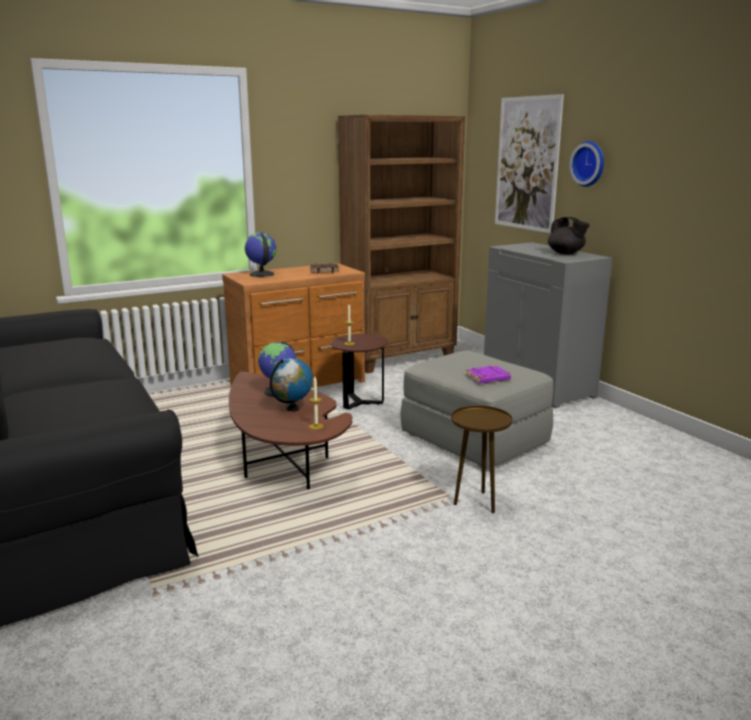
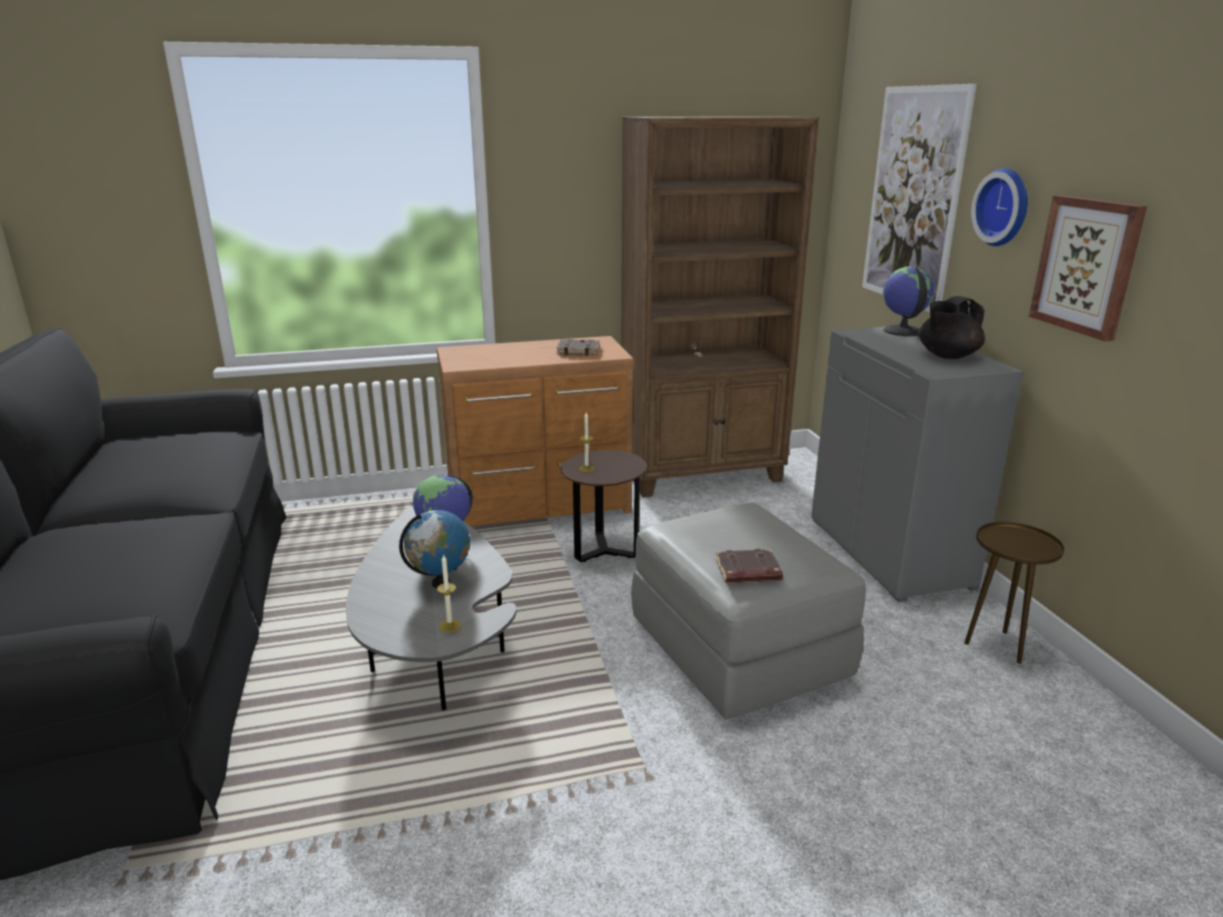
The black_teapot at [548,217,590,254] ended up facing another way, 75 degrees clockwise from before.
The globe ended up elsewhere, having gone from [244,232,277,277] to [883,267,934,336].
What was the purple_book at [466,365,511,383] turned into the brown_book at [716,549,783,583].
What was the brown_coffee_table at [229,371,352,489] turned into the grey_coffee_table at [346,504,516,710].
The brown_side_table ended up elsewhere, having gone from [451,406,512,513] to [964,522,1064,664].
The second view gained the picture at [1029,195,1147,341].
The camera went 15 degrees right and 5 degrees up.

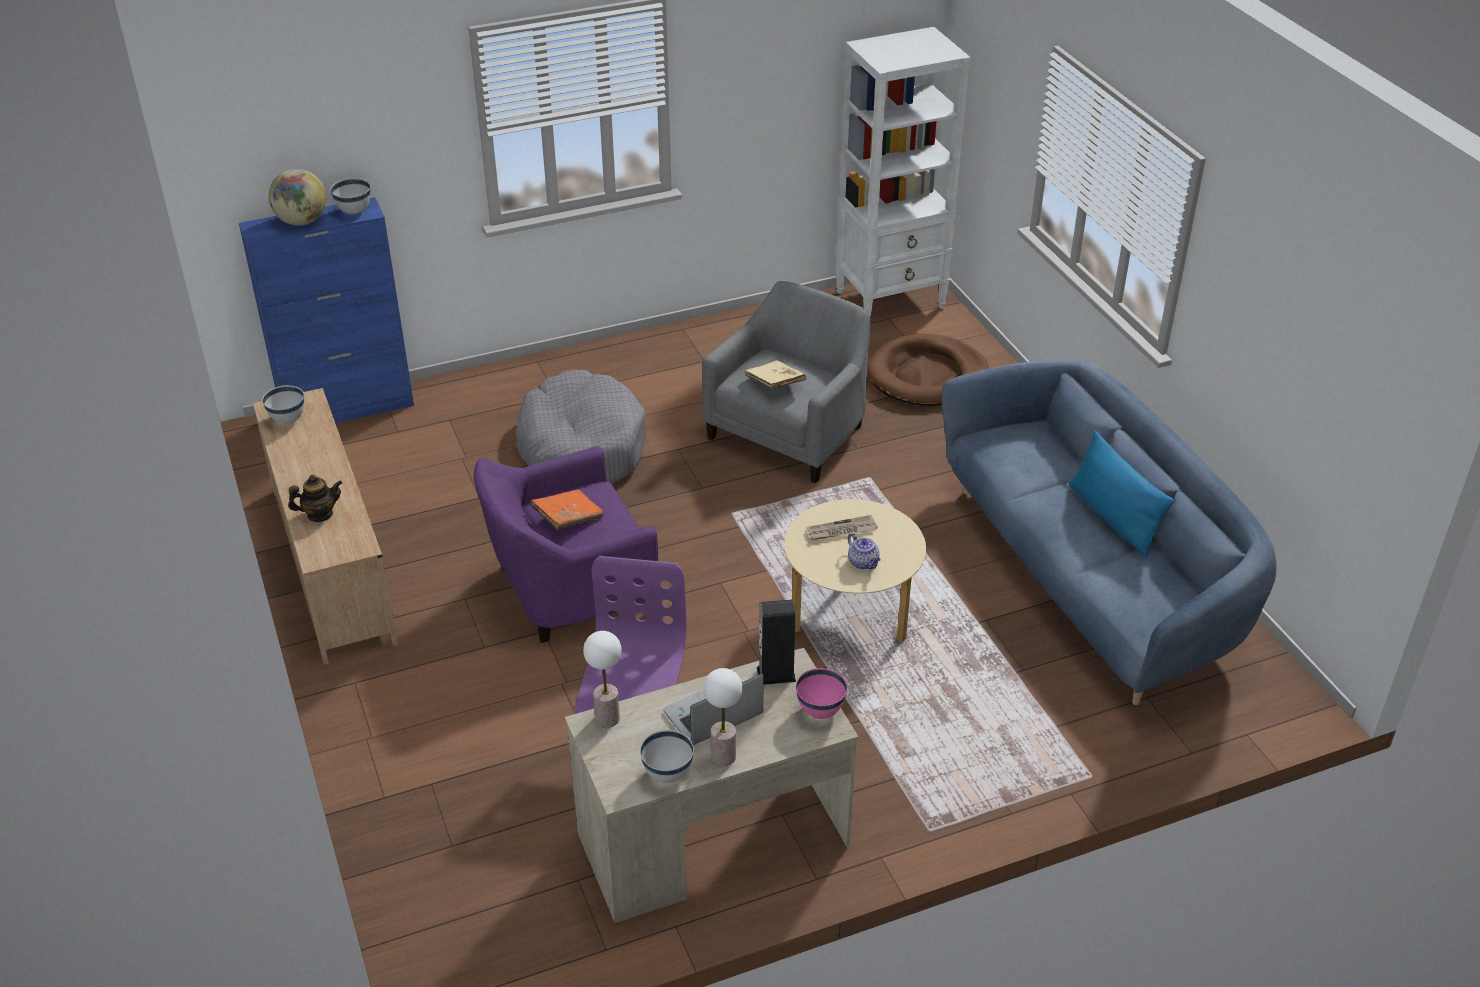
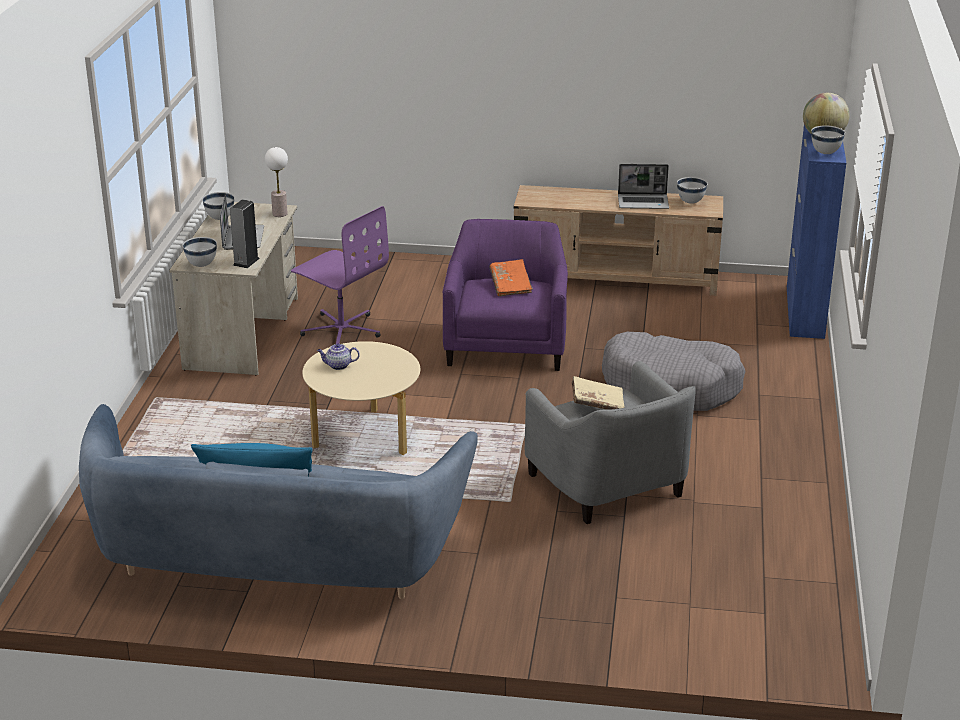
The second view lost the white_bookcase at [836,27,971,316].
The second view lost the brown_dog_bed at [867,333,989,406].
The second view lost the teapot at [288,475,342,522].
The second view lost the newspaper at [807,515,878,540].
The second view lost the table_lamp at [703,668,742,766].
What was the pink_bowl at [796,668,847,719] turned into the white_bowl at [183,237,217,267].
The second view gained the laptop at [618,164,669,209].
The camera went 120 degrees right and 10 degrees down.

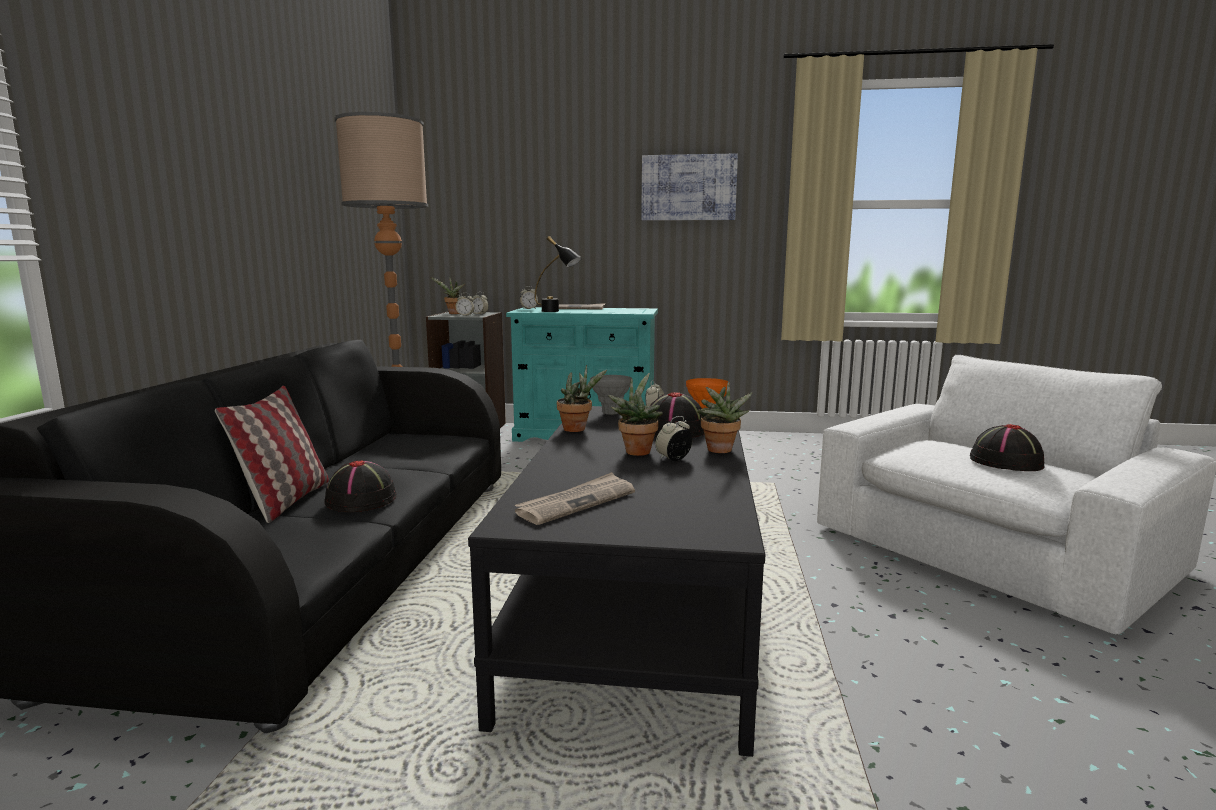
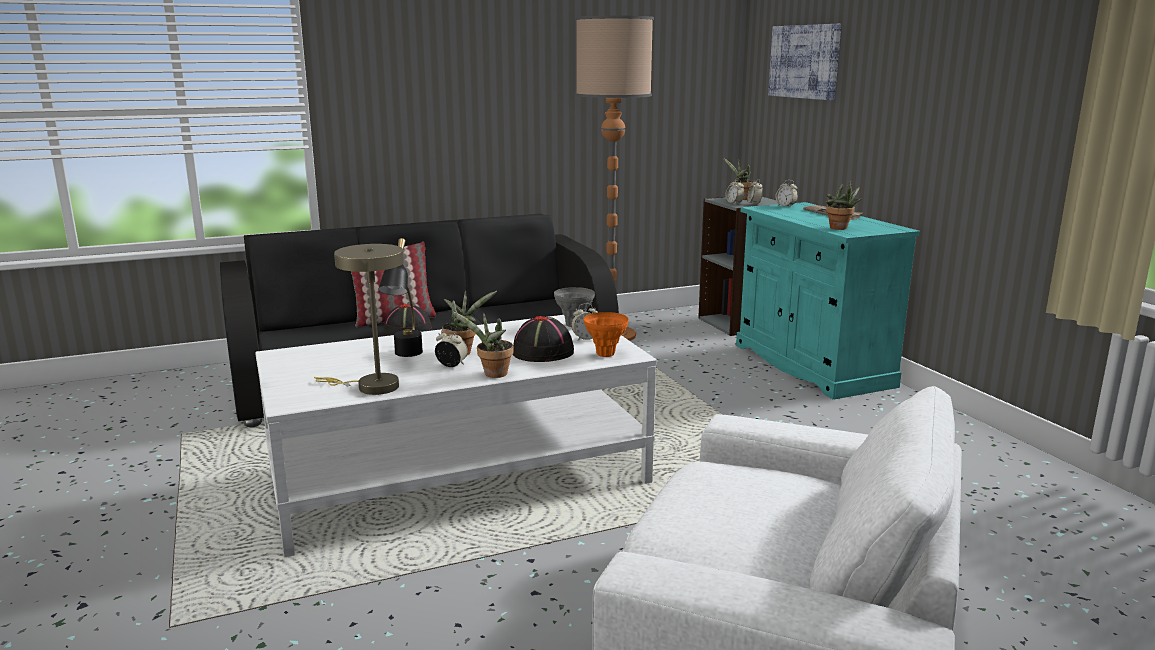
The picture ended up elsewhere, having gone from [641,153,738,221] to [768,24,841,100].
The black_table_lamp ended up elsewhere, having gone from [535,236,582,312] to [378,238,423,357].
The potted_plant ended up elsewhere, having gone from [557,365,607,432] to [826,179,861,230].
What was the black_coffee_table at [468,406,765,757] turned into the white_coffee_table at [255,315,657,557].
The second view lost the black_hat at [970,424,1044,471].
The second view lost the newspaper at [515,472,635,525].
The second view gained the beige_table_lamp at [314,244,404,395].
The camera went 60 degrees right and 5 degrees up.

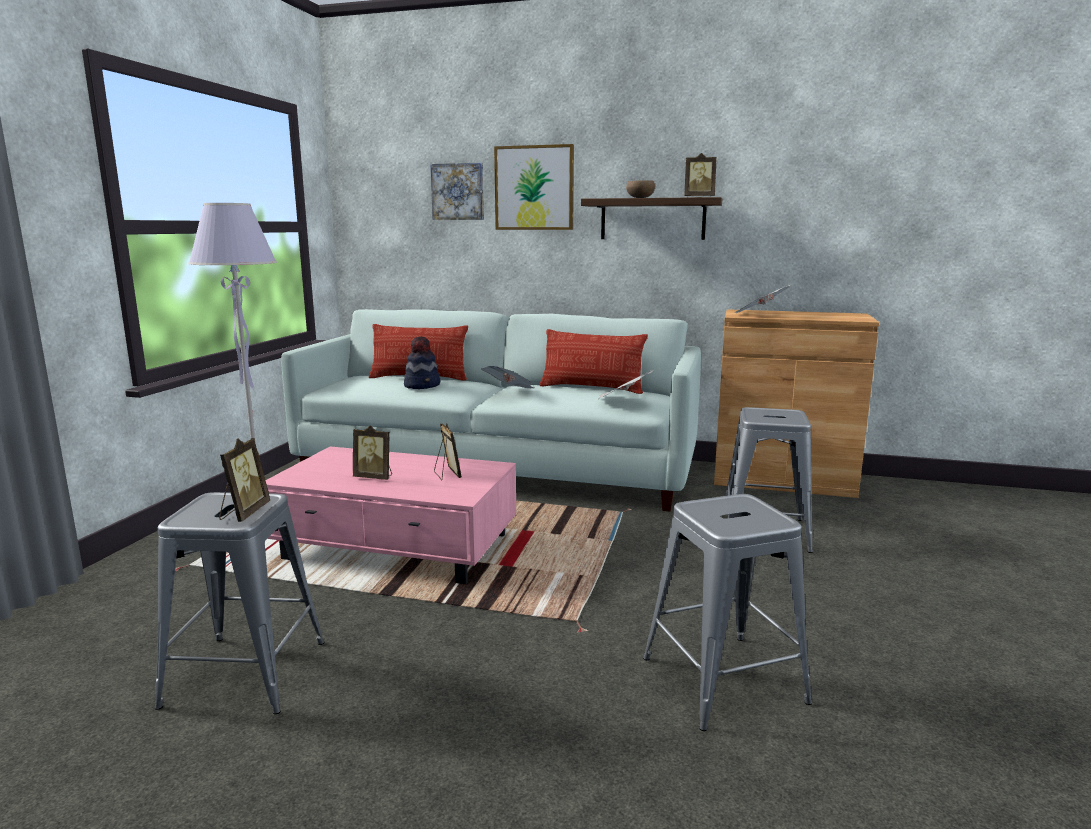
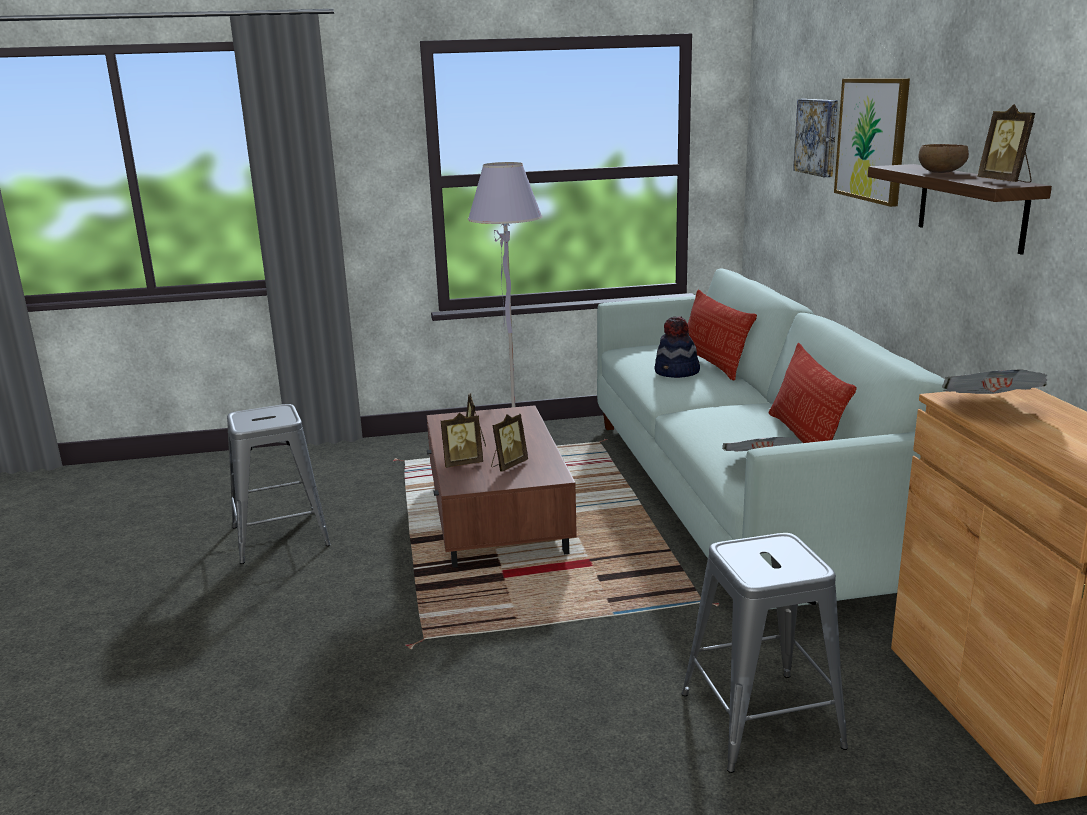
The second view lost the newspaper at [481,366,534,388].
The picture_frame ended up elsewhere, having gone from [219,438,270,522] to [441,413,483,468].
What was the pink_coffee_table at [265,446,516,584] turned into the brown_coffee_table at [427,405,577,567].
The second view lost the grey_stool at [643,494,812,731].
The camera went 65 degrees right and 5 degrees up.

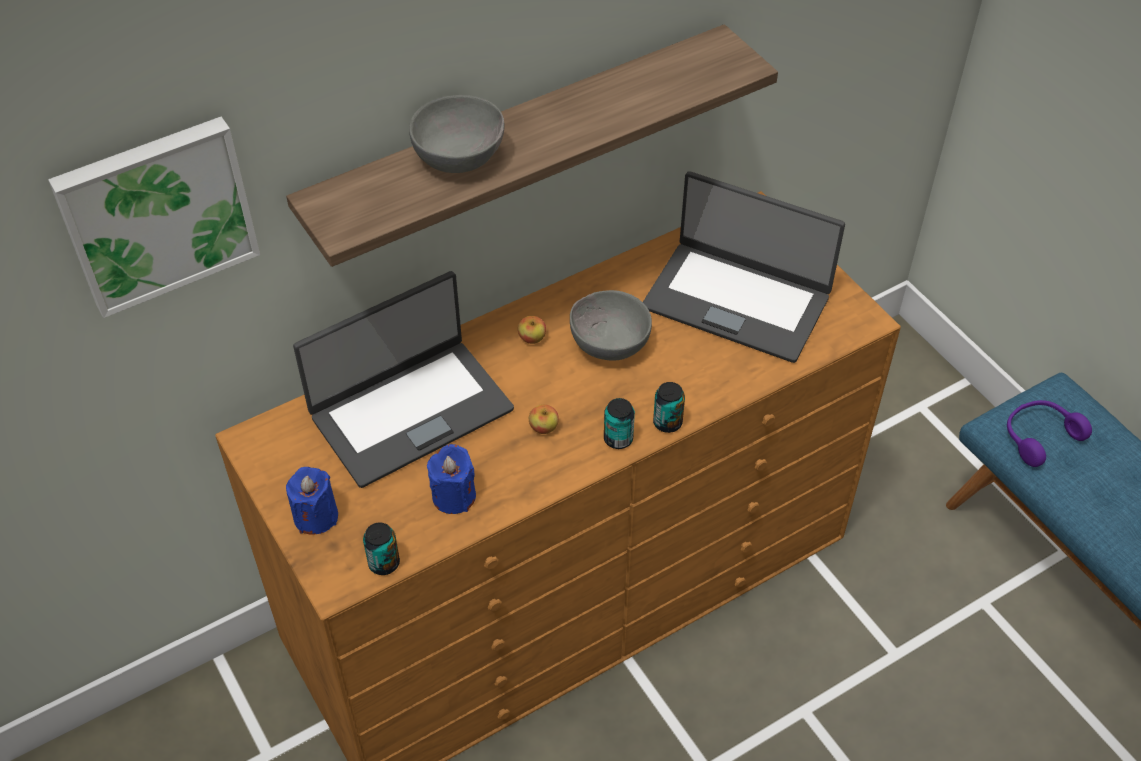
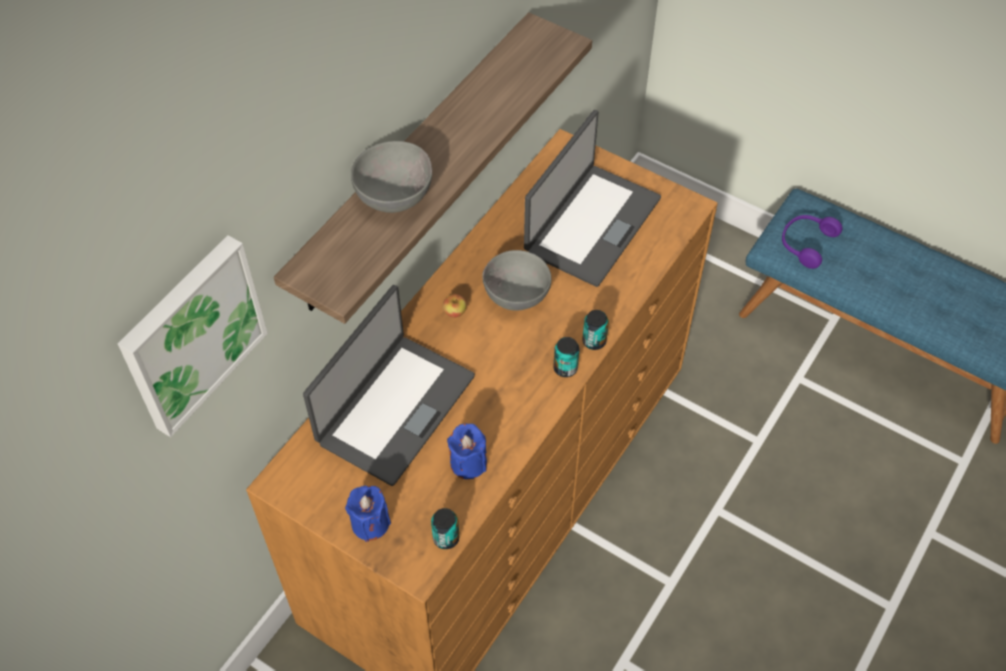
The laptop at [643,171,845,363] ended up facing another way, 60 degrees counterclockwise from before.
The second view lost the apple at [529,404,559,434].
The camera went 25 degrees left and 5 degrees up.

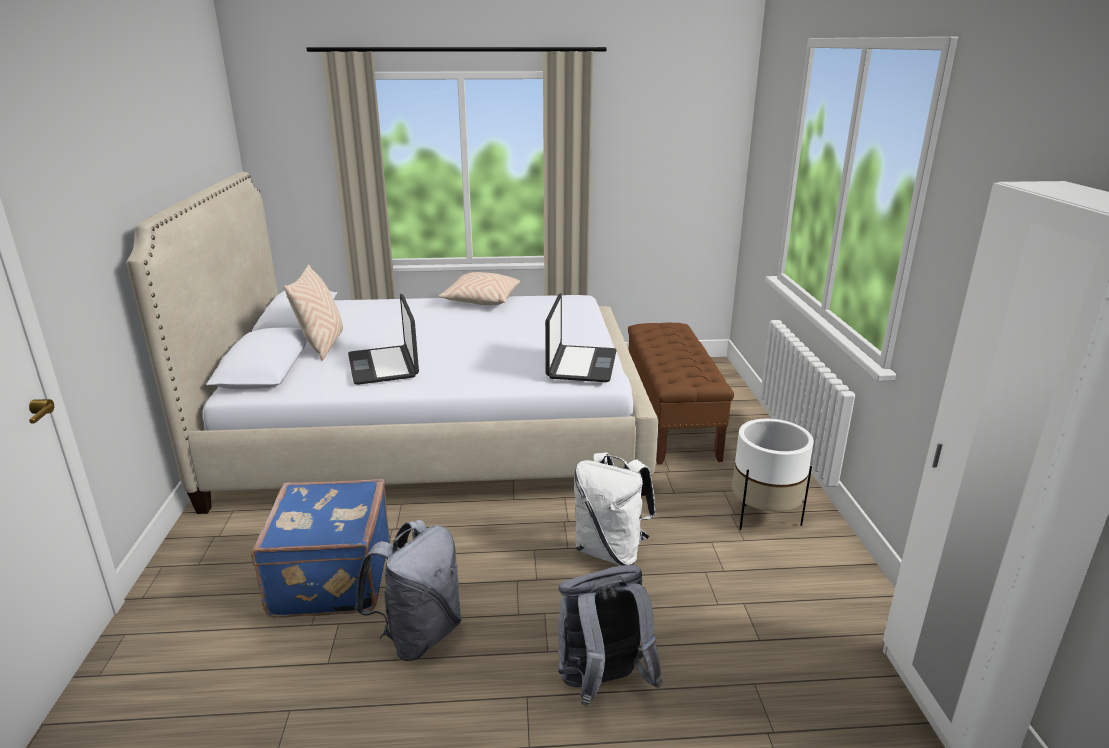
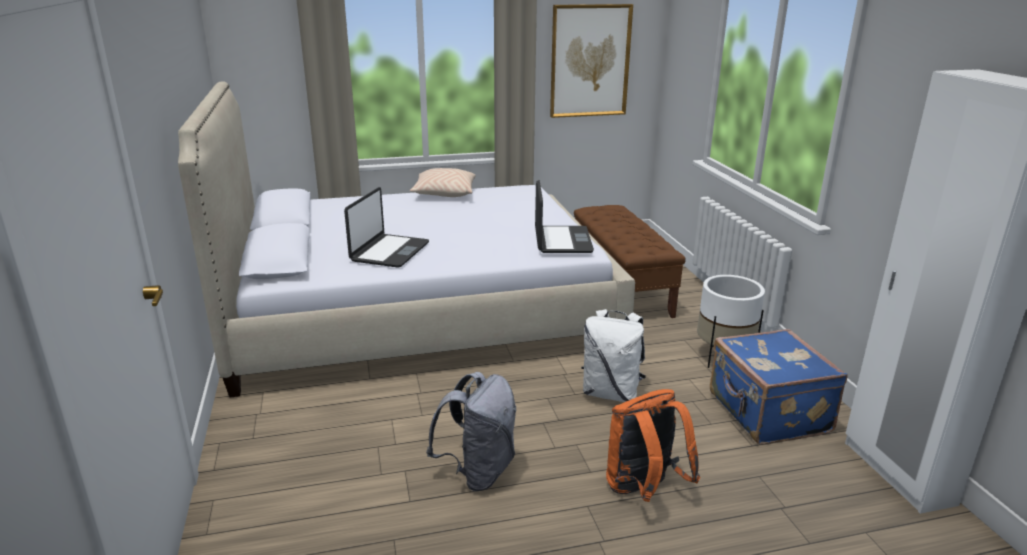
The second view lost the beige_pillow at [284,264,343,361].
The laptop at [348,294,419,385] ended up facing another way, 135 degrees counterclockwise from before.
The blue_suitcase ended up elsewhere, having gone from [251,479,390,618] to [710,329,848,445].
What was the grey_backpack at [558,565,663,707] turned into the orange_backpack at [606,389,700,502].
The second view gained the picture at [550,4,633,118].
The camera went 10 degrees left and 0 degrees up.

